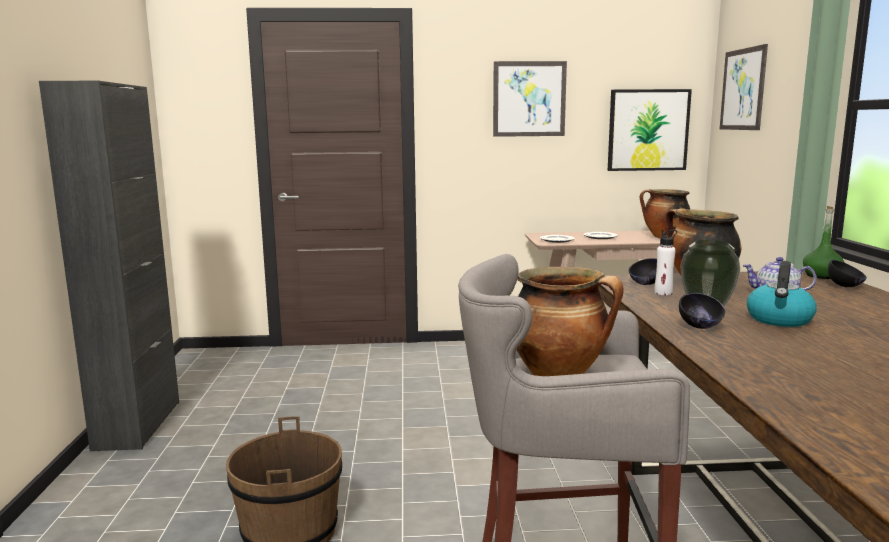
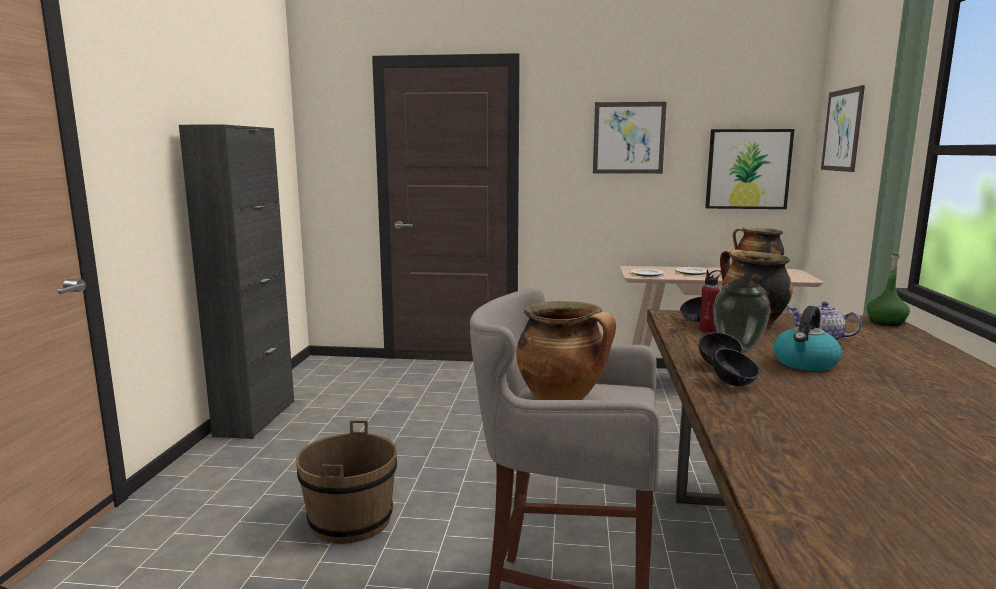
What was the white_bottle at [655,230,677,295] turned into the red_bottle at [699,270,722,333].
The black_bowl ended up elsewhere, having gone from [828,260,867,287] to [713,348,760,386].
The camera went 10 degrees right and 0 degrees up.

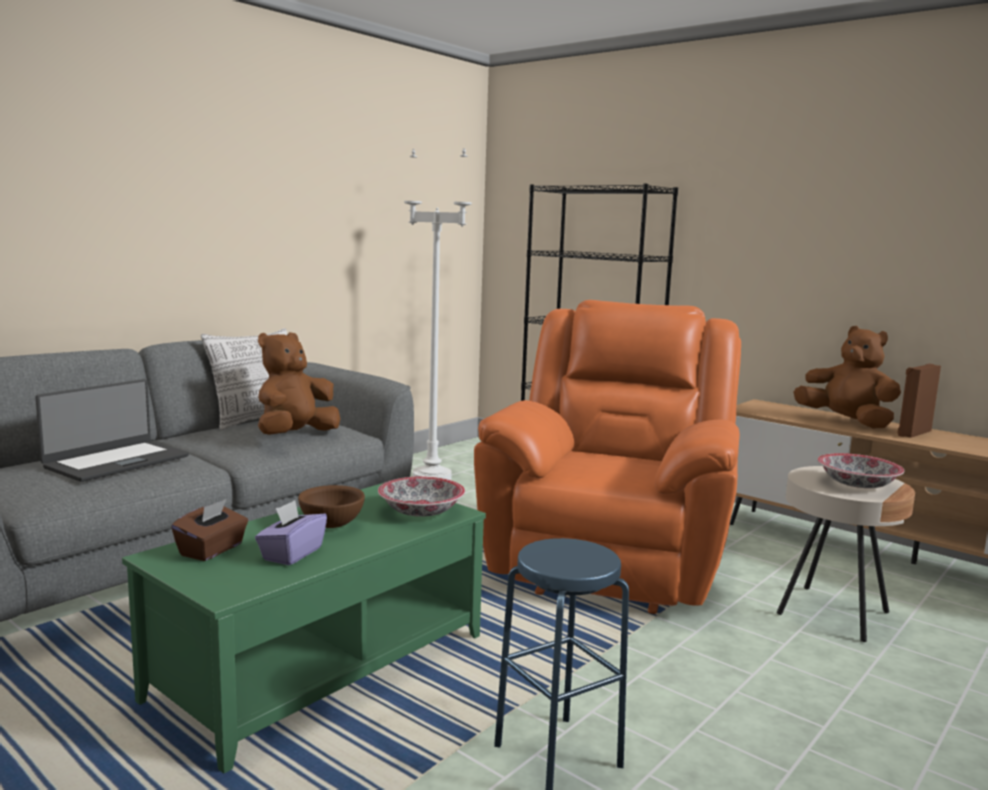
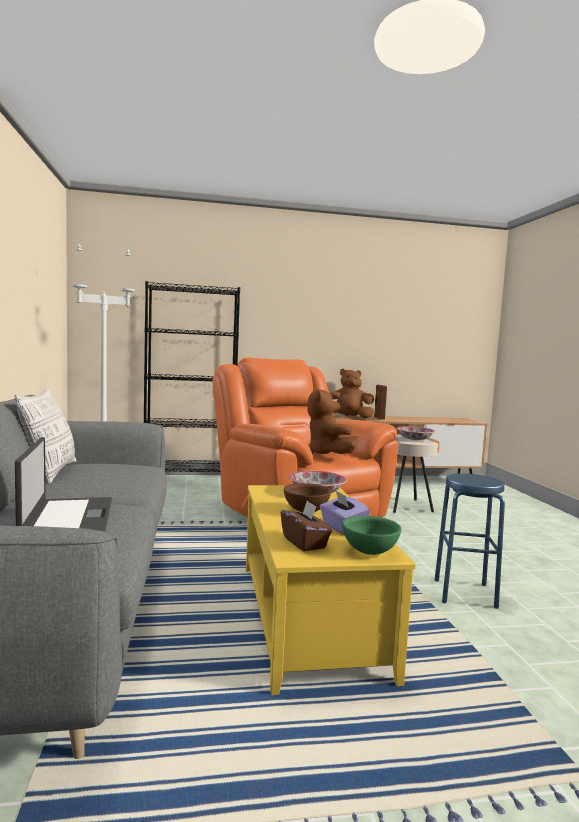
The brown_plush_toy ended up elsewhere, having gone from [258,332,340,435] to [307,389,359,454].
What was the green_coffee_table at [122,483,486,773] turned into the yellow_coffee_table at [246,485,416,695].
The second view gained the green_bowl at [342,516,401,555].
The camera went 50 degrees left and 5 degrees down.

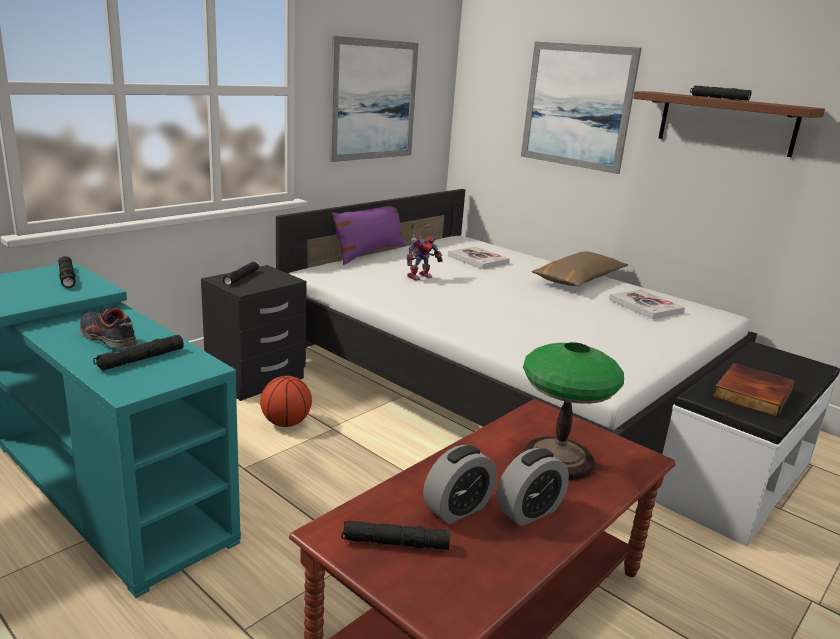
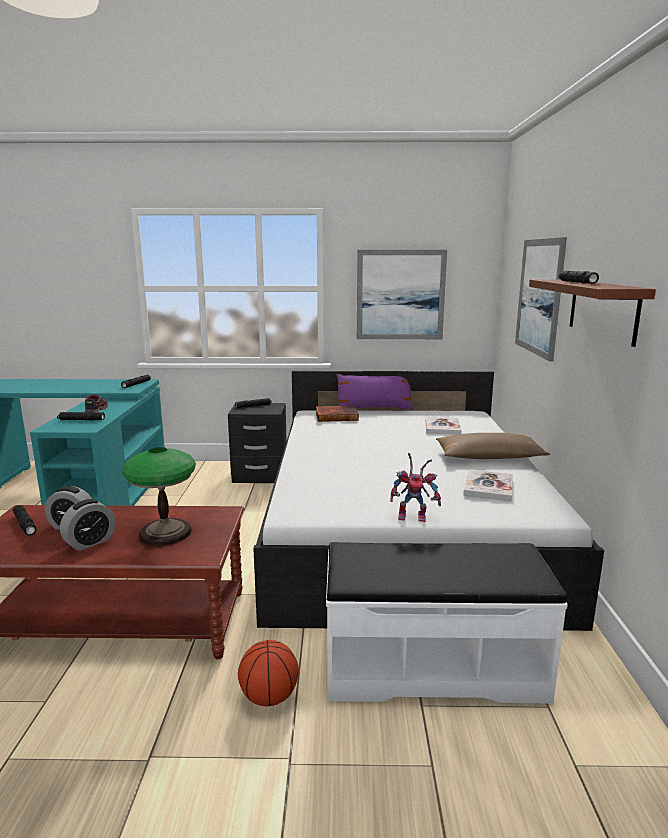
The toy_robot ended up elsewhere, having gone from [407,222,443,281] to [390,453,441,522].
The book ended up elsewhere, having gone from [712,363,795,417] to [316,406,359,422].
The basketball ended up elsewhere, having gone from [260,376,312,427] to [238,640,299,706].
The alarm_clock at [496,448,569,526] ended up facing another way, 60 degrees counterclockwise from before.
The camera went 50 degrees right and 5 degrees down.

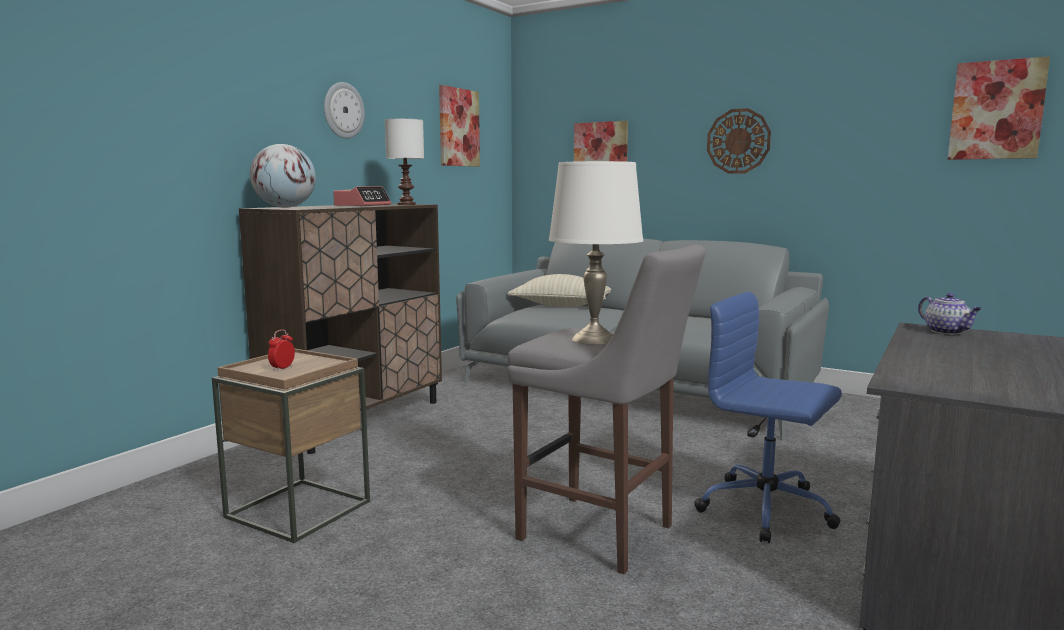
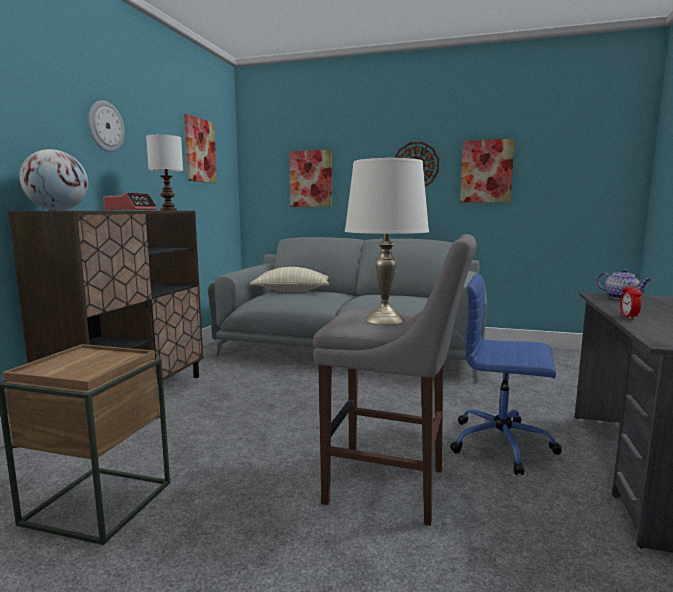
The picture ended up elsewhere, having gone from [948,56,1050,160] to [460,139,515,203].
The alarm_clock ended up elsewhere, having gone from [268,329,295,371] to [620,282,642,319].
The camera went 15 degrees left and 0 degrees up.

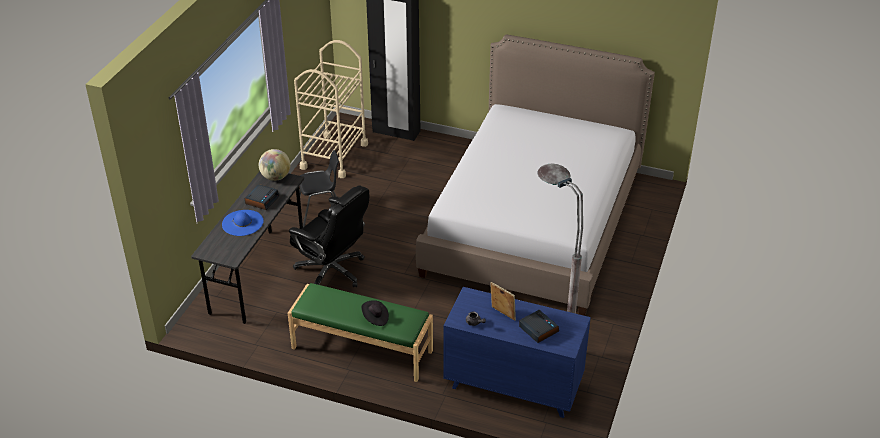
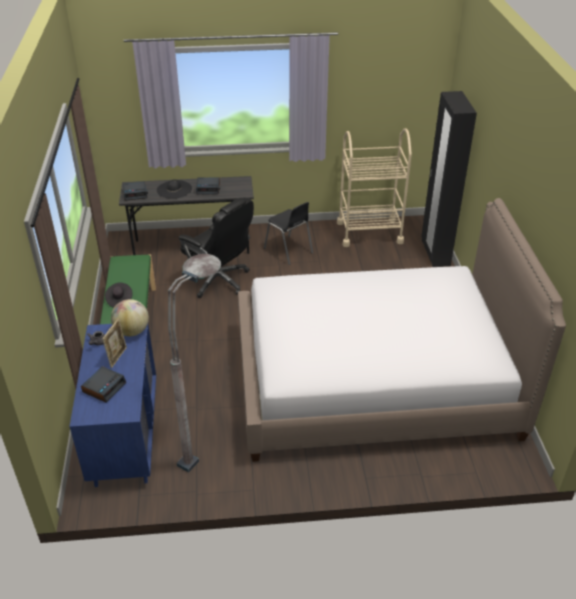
The globe ended up elsewhere, having gone from [259,149,290,181] to [111,299,149,336].
The black_office_chair at [289,185,369,287] ended up facing another way, 60 degrees counterclockwise from before.
What was the blue_hat at [222,210,264,236] turned into the black_hat at [157,179,192,198].
The second view gained the alarm_clock at [123,182,148,201].
The camera went 65 degrees right and 0 degrees up.

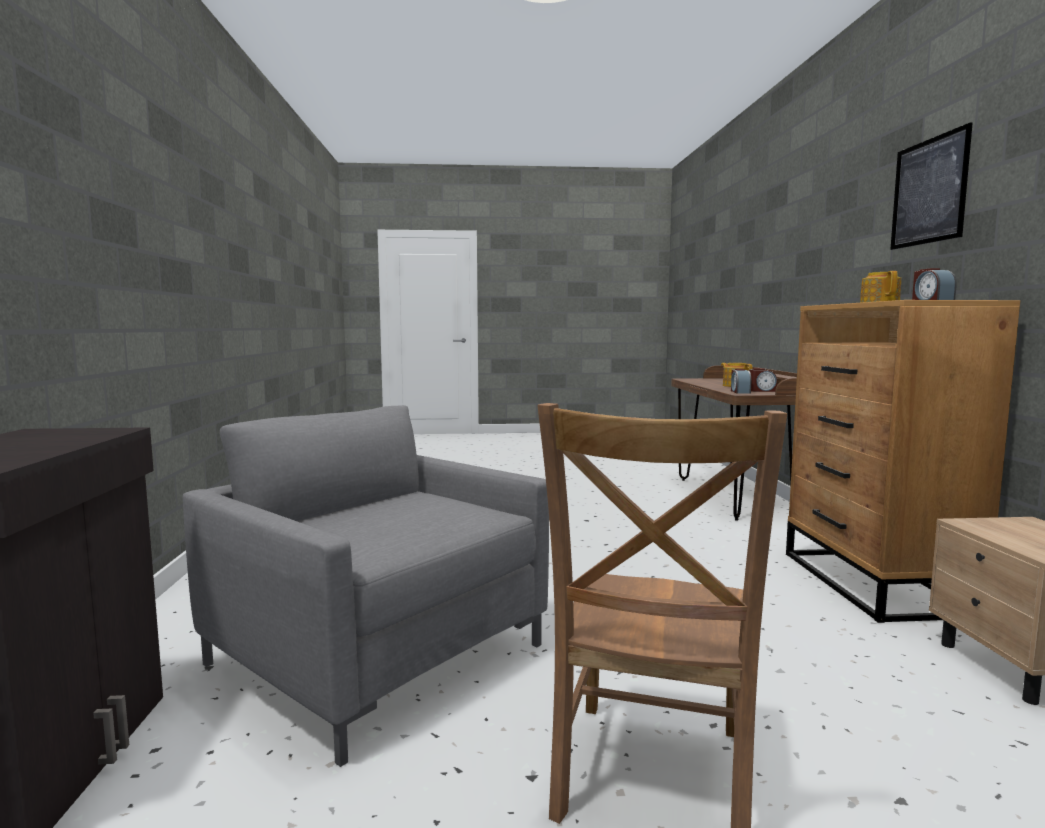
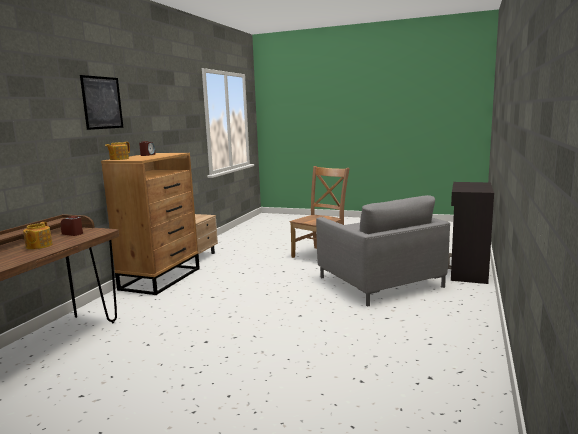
The second view lost the alarm_clock at [731,369,751,394].
The camera went 155 degrees left and 5 degrees up.

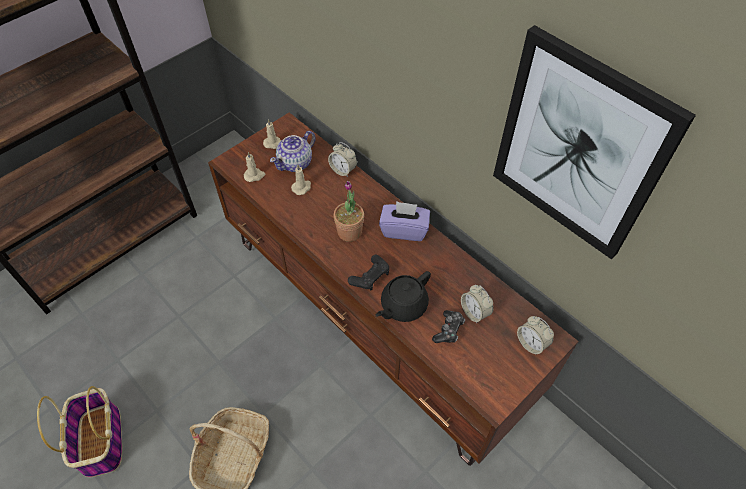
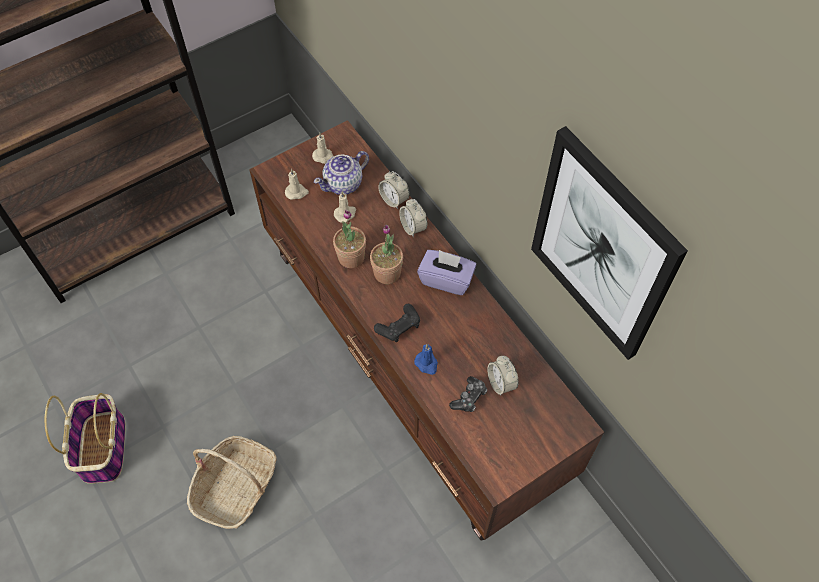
Where the black_teapot stood at [375,271,431,322], the blue_candle came to stand at [414,344,438,375].
The alarm_clock ended up elsewhere, having gone from [517,316,554,354] to [399,199,427,237].
The second view gained the potted_plant at [333,210,366,268].
The camera went 10 degrees right and 5 degrees up.

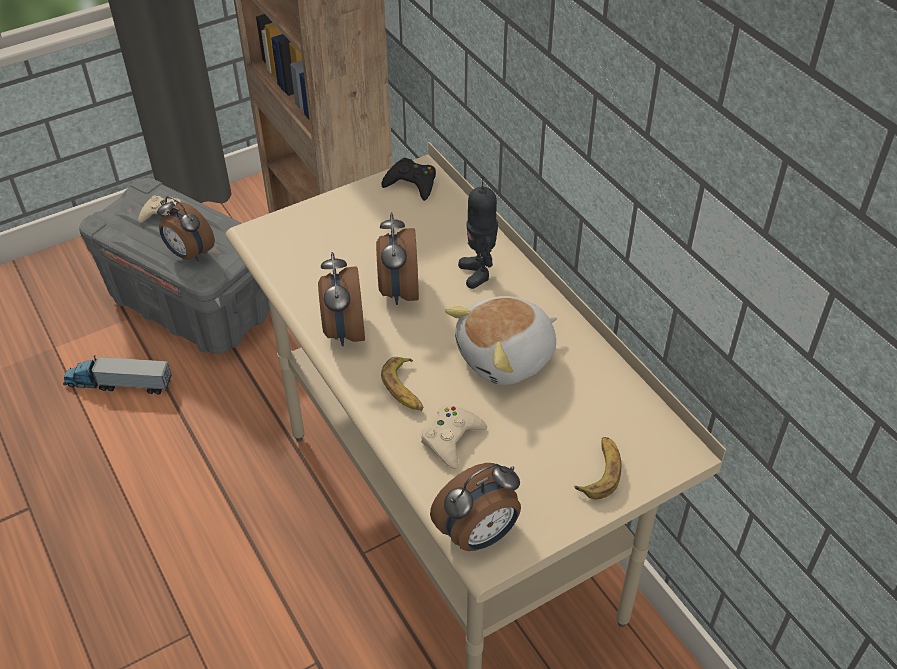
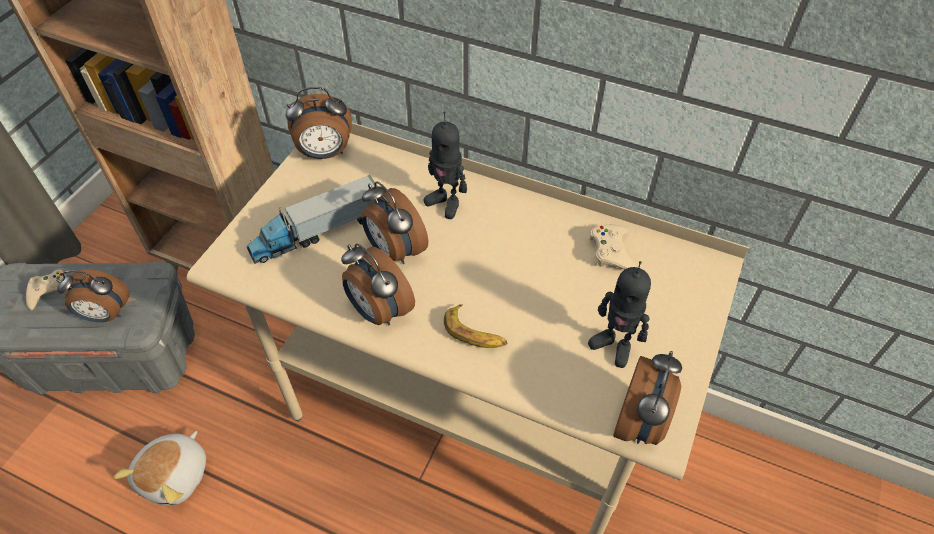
Where the black_game_controller stood at [381,158,436,201], the alarm_clock came to stand at [285,87,352,159].
The plush_toy ended up elsewhere, having gone from [445,296,557,385] to [114,431,206,506].
The toy_truck ended up elsewhere, having gone from [63,355,172,394] to [247,175,378,264].
The beige_game_controller ended up elsewhere, having gone from [421,405,487,470] to [589,224,638,270].
The second view lost the banana at [574,437,621,499].
The second view gained the toy_robot at [588,261,651,368].
The camera went 35 degrees left and 5 degrees up.

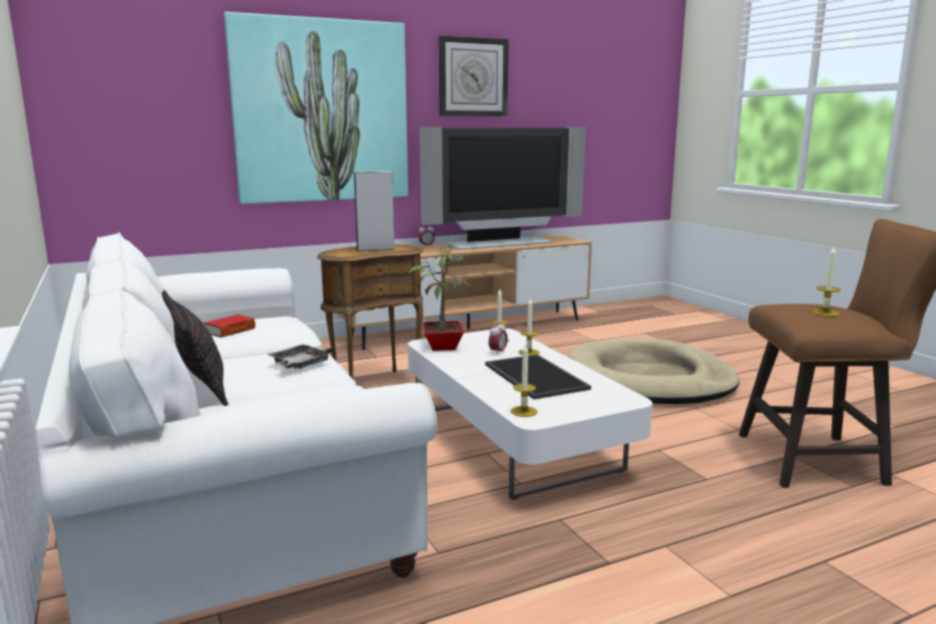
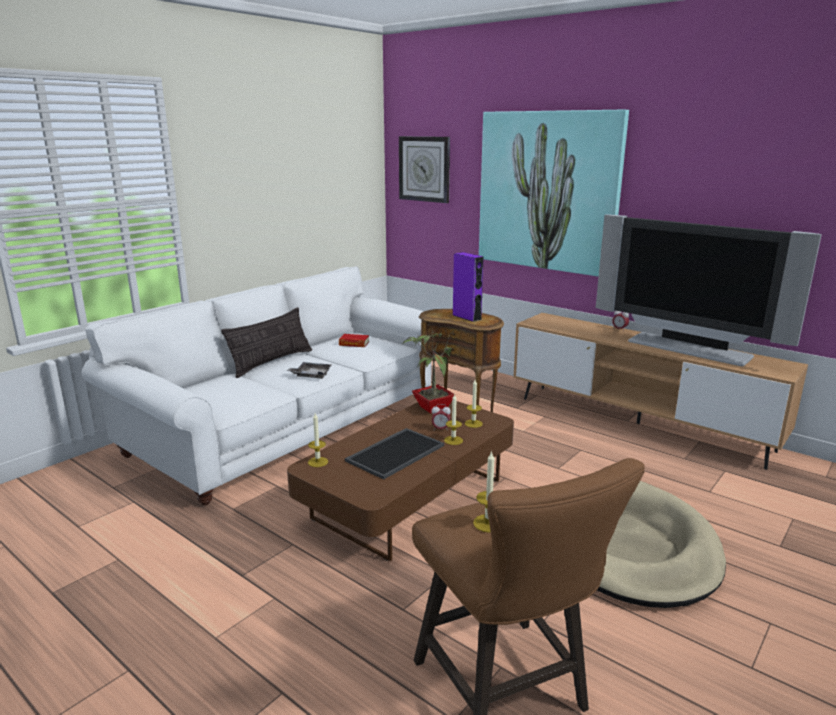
The wall_clock ended up elsewhere, having gone from [439,35,509,116] to [399,136,450,203].
What was the grey_speaker at [354,171,395,251] turned into the purple_speaker at [453,252,484,322].
What was the white_coffee_table at [408,328,652,500] turned into the brown_coffee_table at [287,401,514,561].
The camera went 65 degrees right and 5 degrees up.

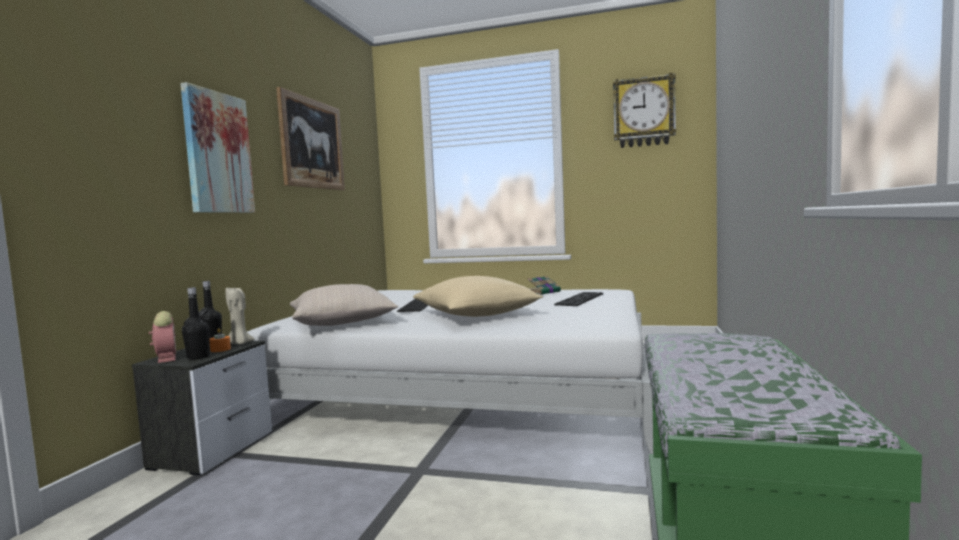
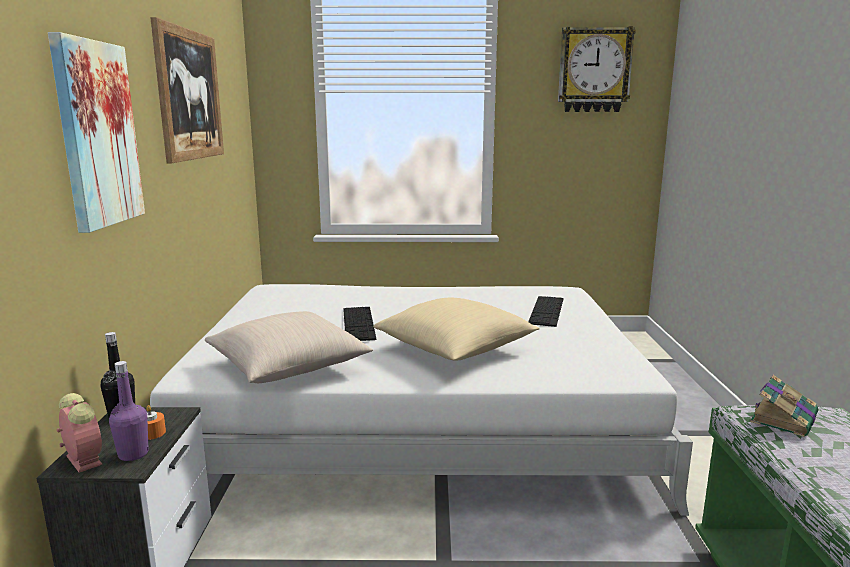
The book ended up elsewhere, having gone from [527,276,561,295] to [750,375,818,437].
What was the black_bottle at [182,287,210,360] turned into the purple_bottle at [109,361,149,461].
The second view lost the beige_candle at [225,288,255,344].
The camera went 15 degrees left and 10 degrees up.

